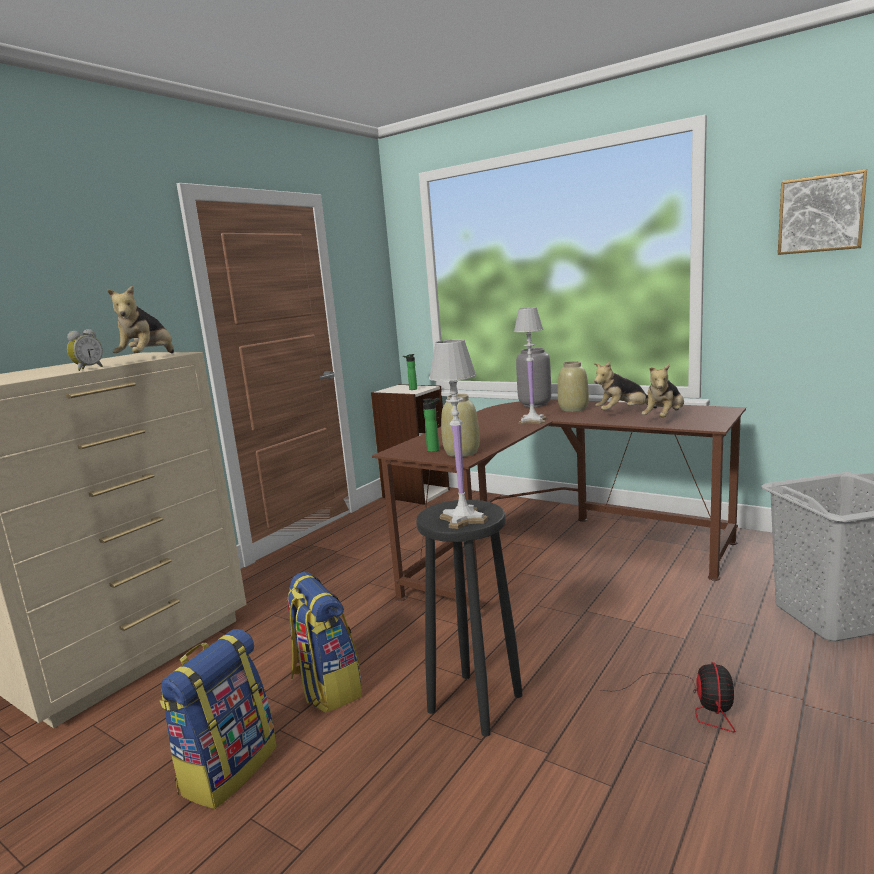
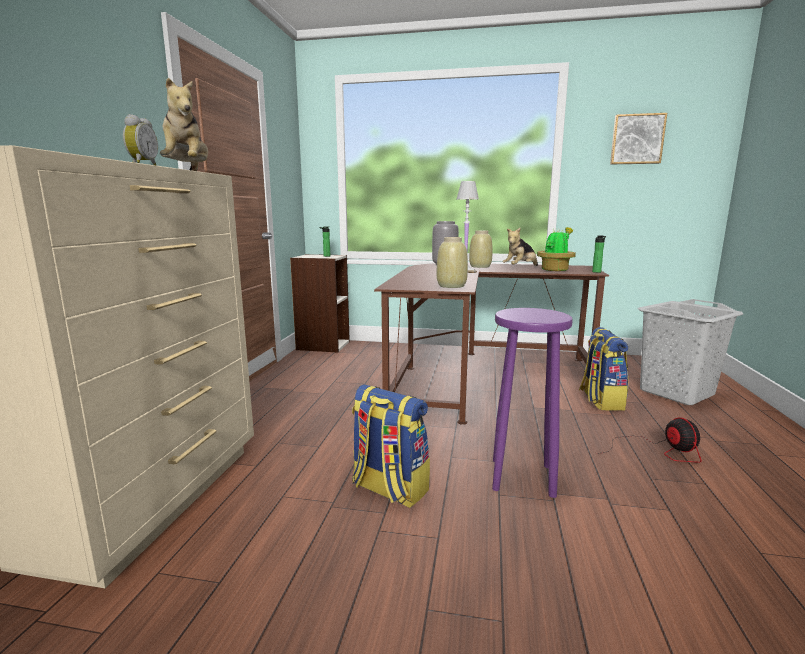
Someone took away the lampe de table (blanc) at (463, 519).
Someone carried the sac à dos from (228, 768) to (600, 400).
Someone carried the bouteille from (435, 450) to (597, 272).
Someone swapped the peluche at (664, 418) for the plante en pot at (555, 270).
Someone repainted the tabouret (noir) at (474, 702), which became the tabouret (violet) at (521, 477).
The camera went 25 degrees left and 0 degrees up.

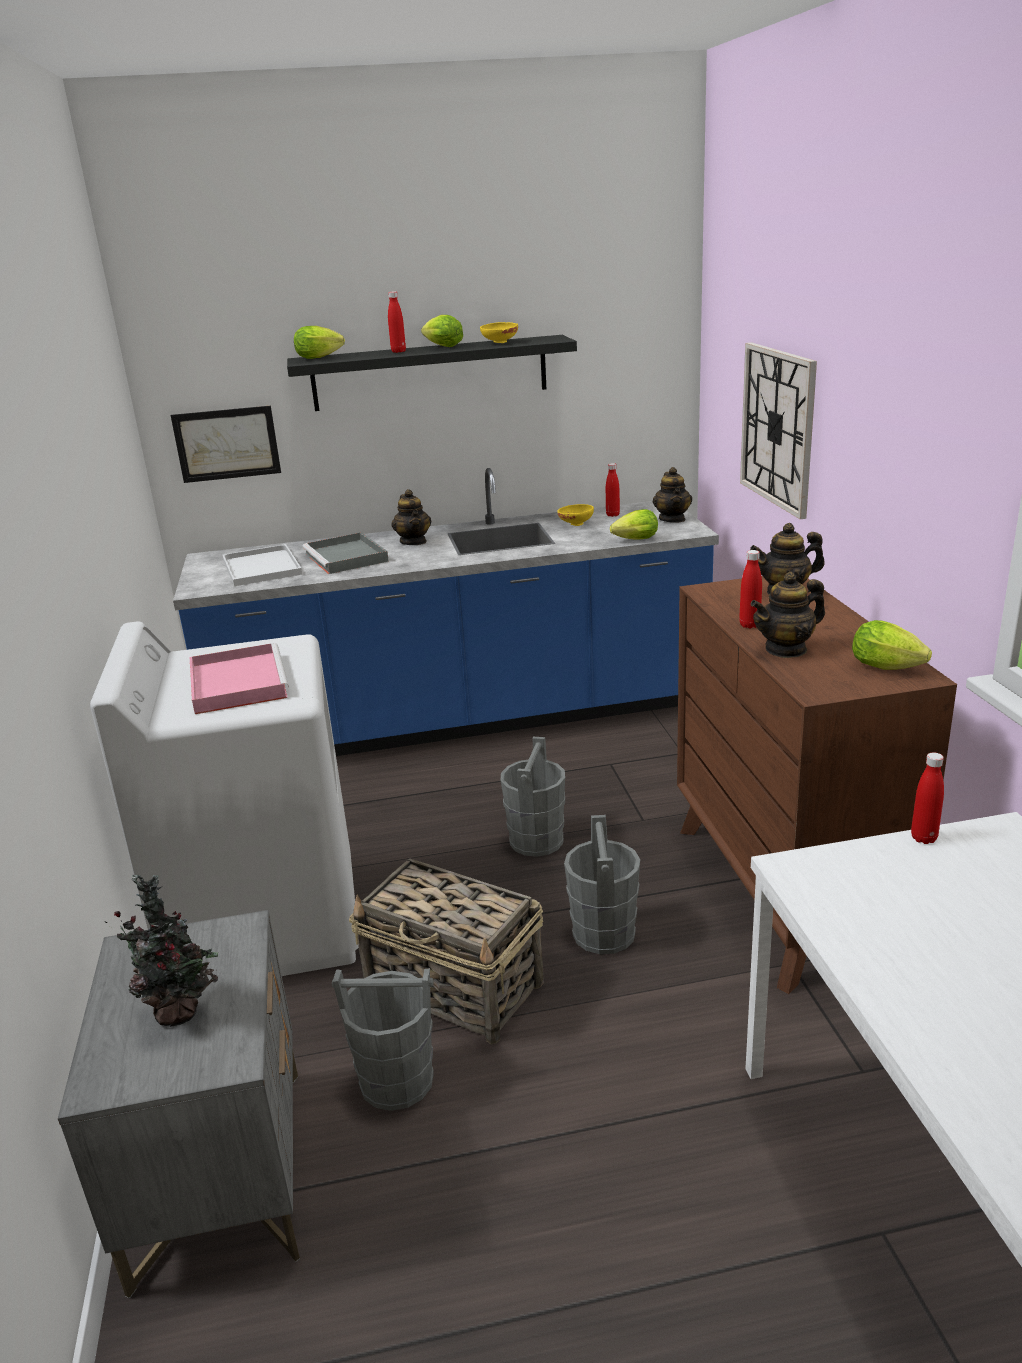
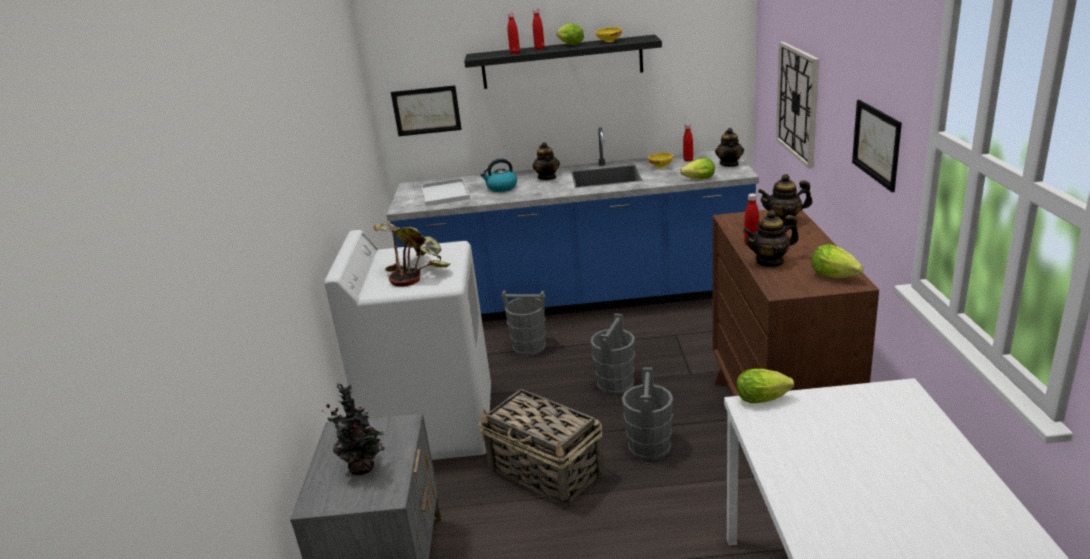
Someone put up the tableau at (876, 144).
Someone carried the laitue from (321, 357) to (765, 399).
Someone carried the seau (gris) from (396, 1080) to (529, 346).
Someone carried the bouteille (rouge) from (923, 838) to (515, 53).
Someone swapped the plateau (rose) at (237, 682) for the plante en pot at (415, 271).
Someone swapped the plateau (gris) at (347, 558) for the bouilloire at (501, 188).
The camera went 10 degrees right and 0 degrees up.

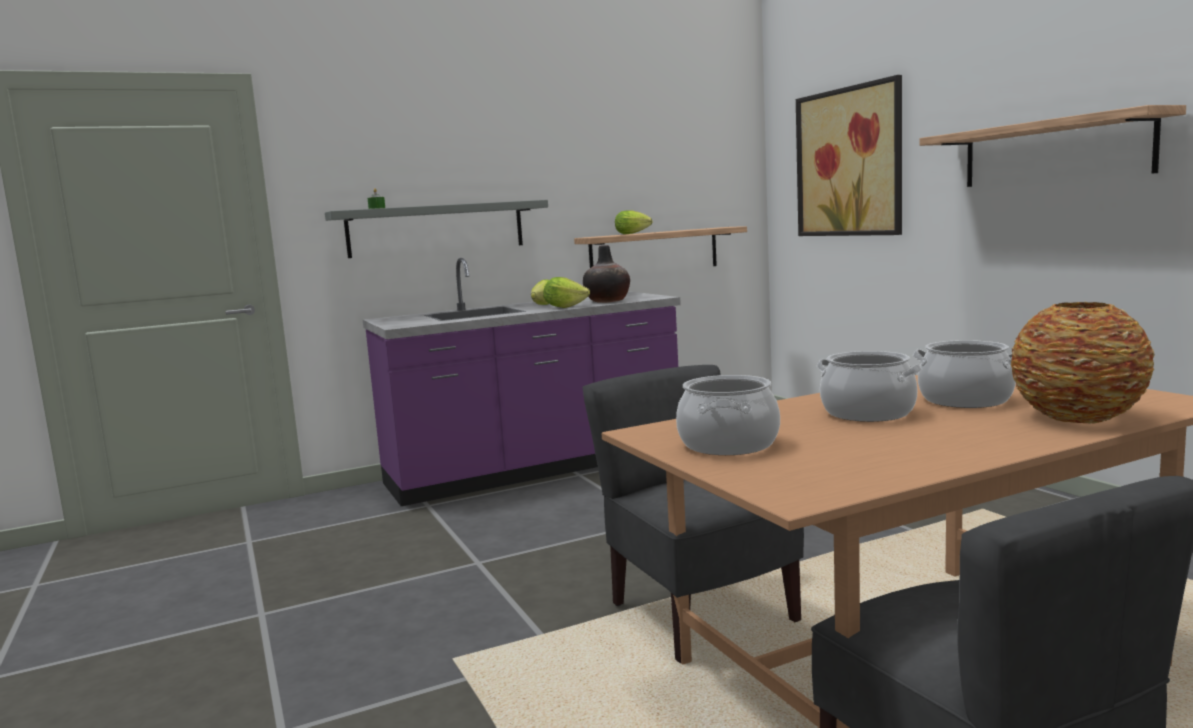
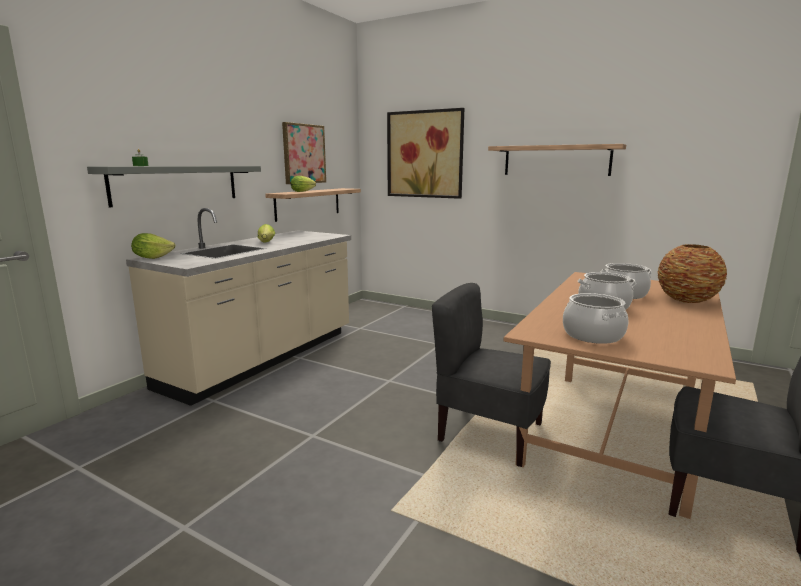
Someone took away the vase at (607, 301).
Someone put up the tableau at (304, 154).
Someone carried the laitue from (565, 307) to (152, 257).
Someone repainted the comptoir de cuisine (violet) at (536, 469), which became the comptoir de cuisine (beige) at (263, 358).
The camera went 35 degrees left and 5 degrees up.

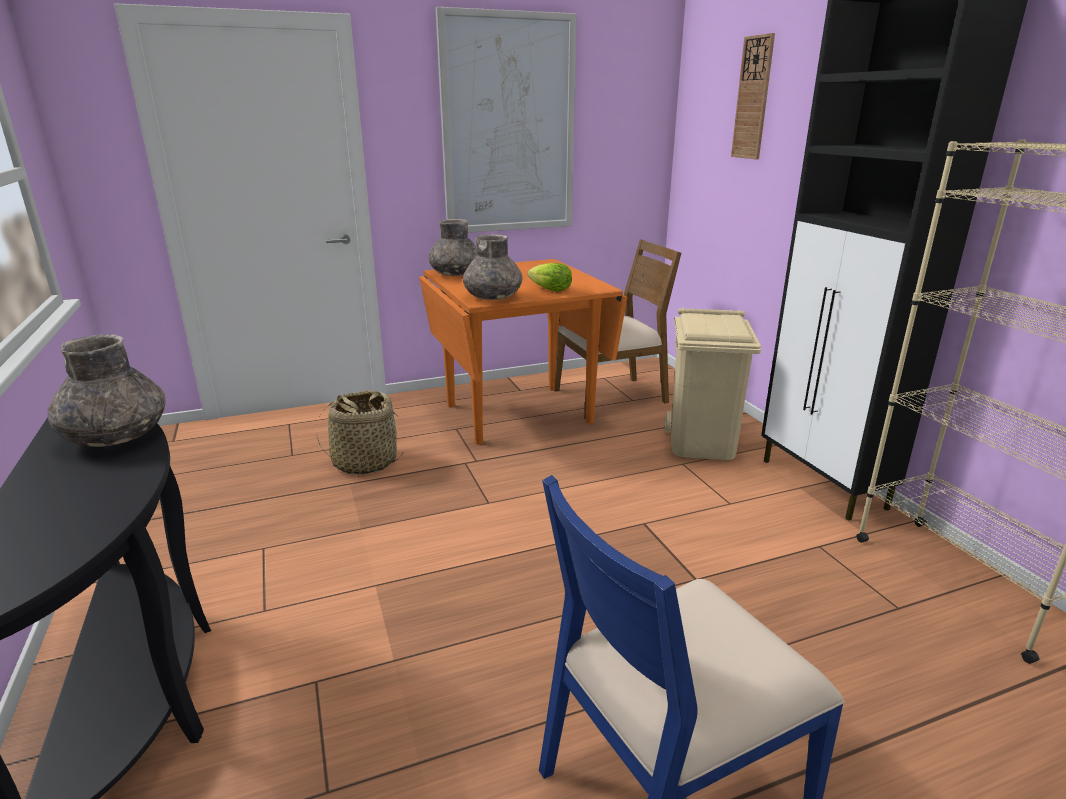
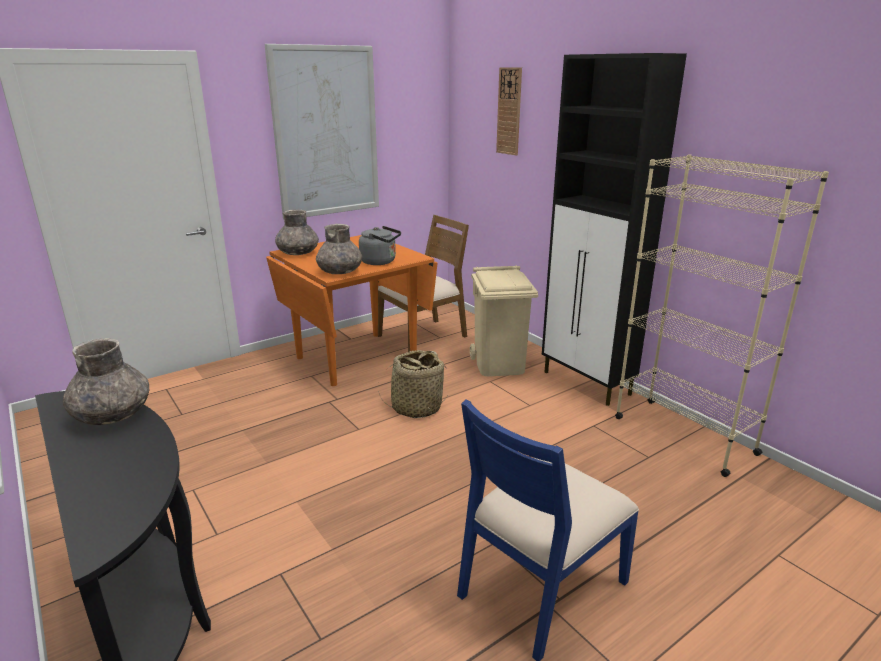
Someone carried the panier from (364, 462) to (416, 407).
Someone swapped the laitue at (550, 290) for the bouilloire (gris) at (380, 262).
The camera went 15 degrees left and 0 degrees up.

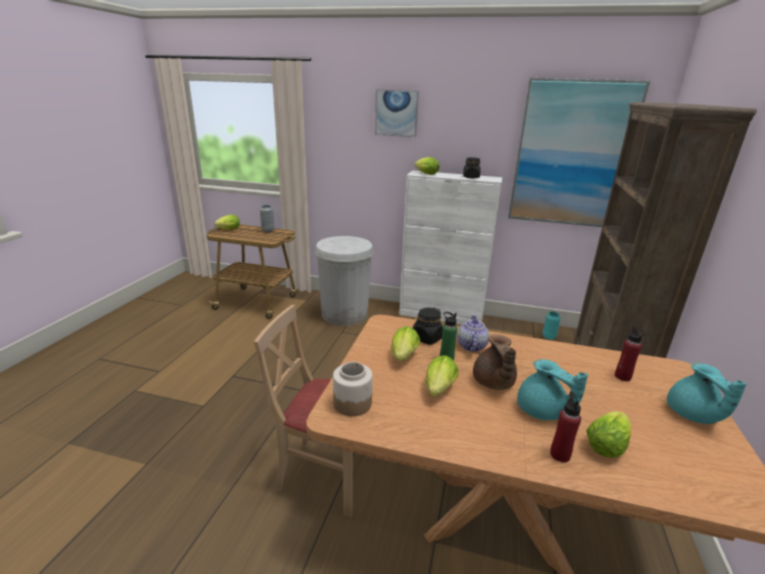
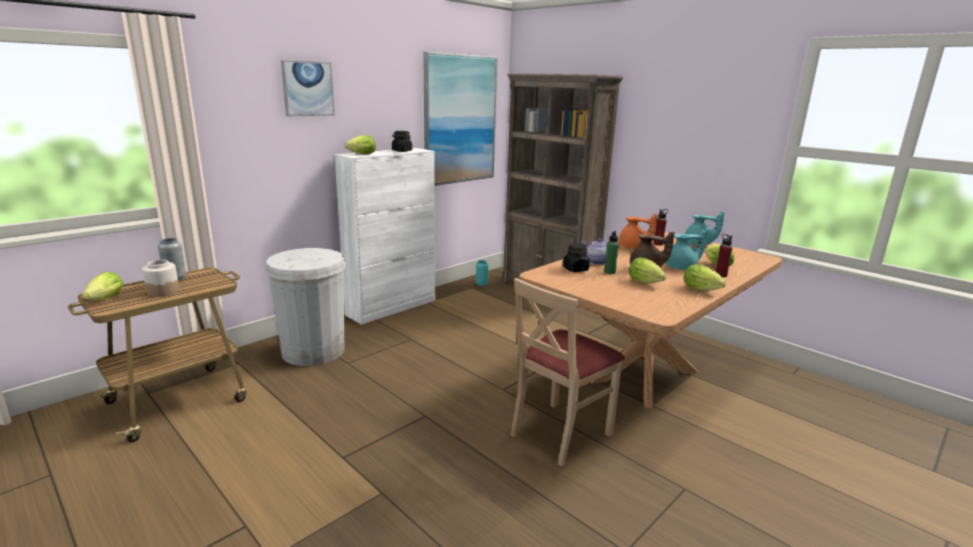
Someone put down the théière (orange) at (633, 247).
Someone carried the bocal from (352, 403) to (163, 291).
Someone carried the laitue from (403, 358) to (703, 290).
The camera went 60 degrees left and 5 degrees down.

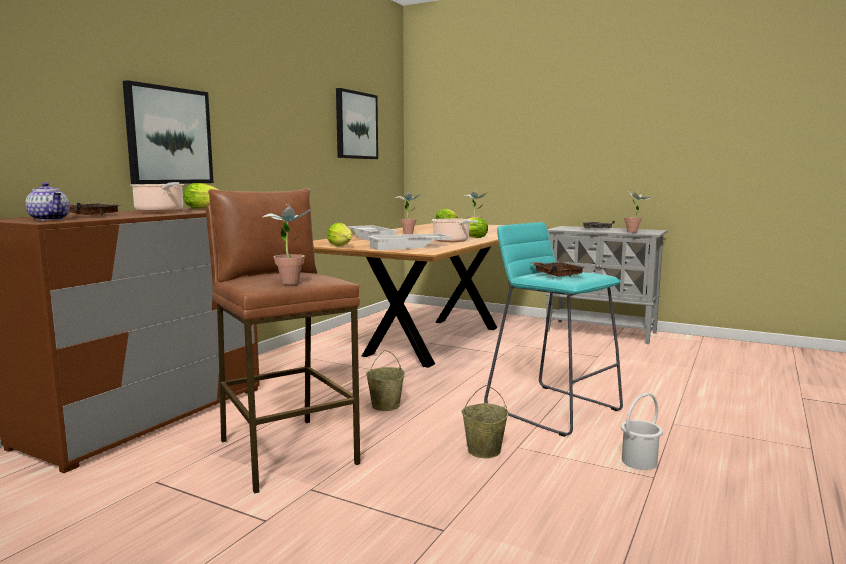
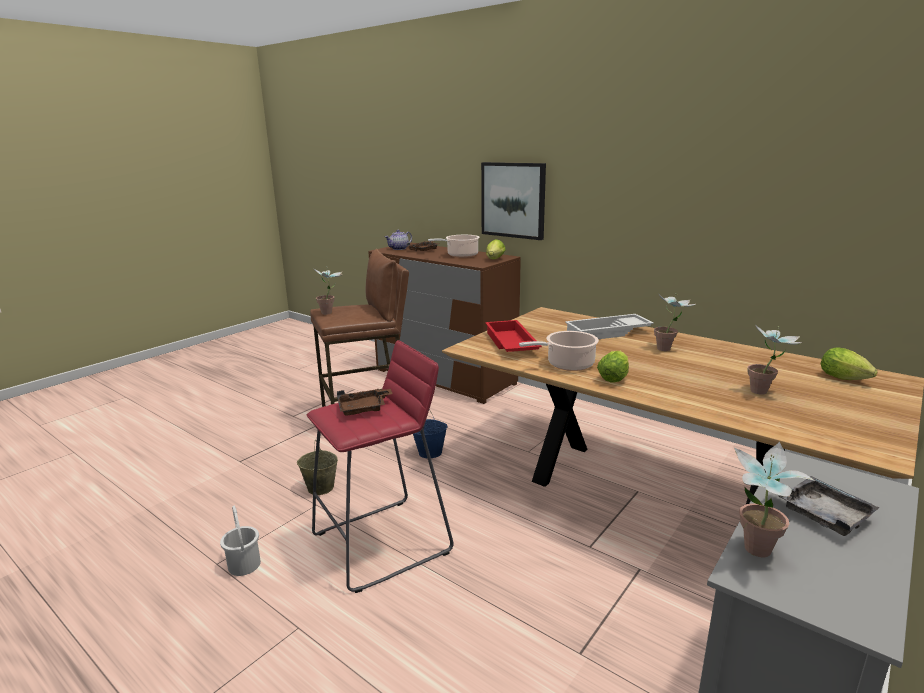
Someone took away the laitue at (342, 246).
Someone took away the tableau at (356, 125).
Someone repainted the seau (beige) at (385, 405), which became the seau (bleu) at (430, 452).
Someone repainted the plateau (blanc) at (409, 247), which became the plateau (rouge) at (510, 344).
Someone repainted the tabouret (turquoise) at (552, 408), which became the tabouret (rouge) at (383, 543).
The camera went 100 degrees right and 10 degrees up.

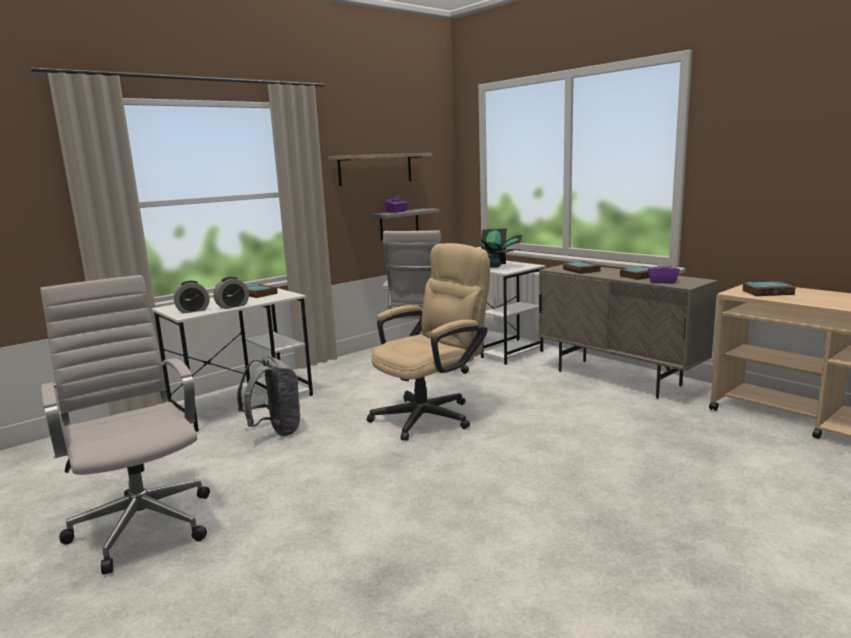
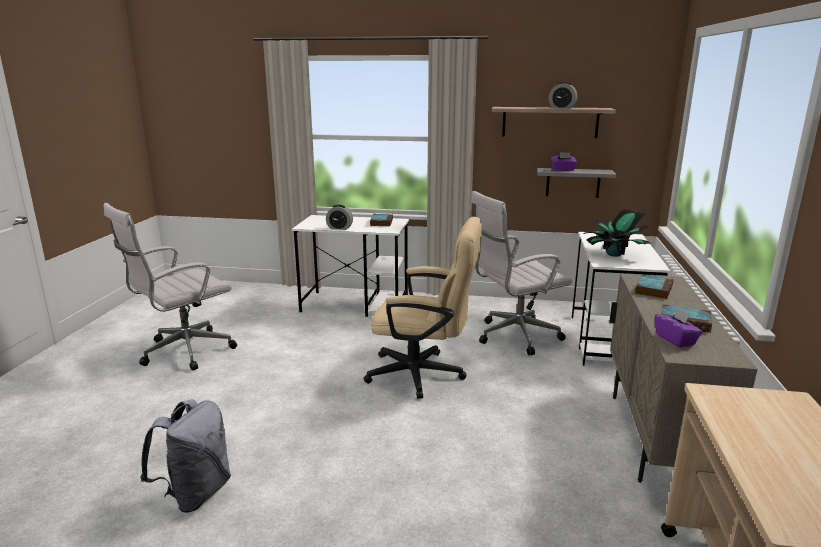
Someone took away the livre at (768, 292).
Someone carried the réveil from (193, 311) to (562, 108).
Someone carried the sac à dos (gris) from (275, 431) to (196, 493).
Someone rotated the chaise de bureau (blanc) at (142, 524) by 150 degrees counterclockwise.
The camera went 50 degrees right and 5 degrees up.

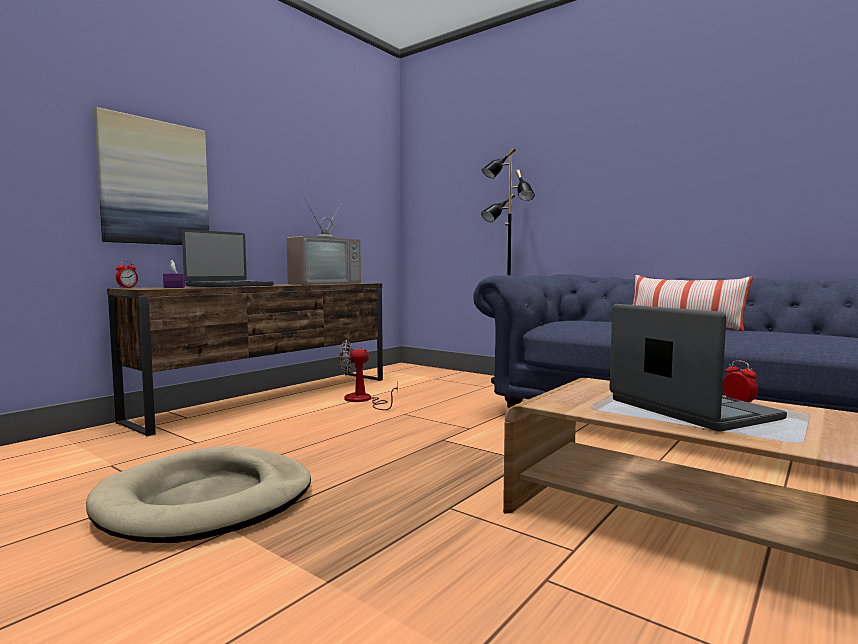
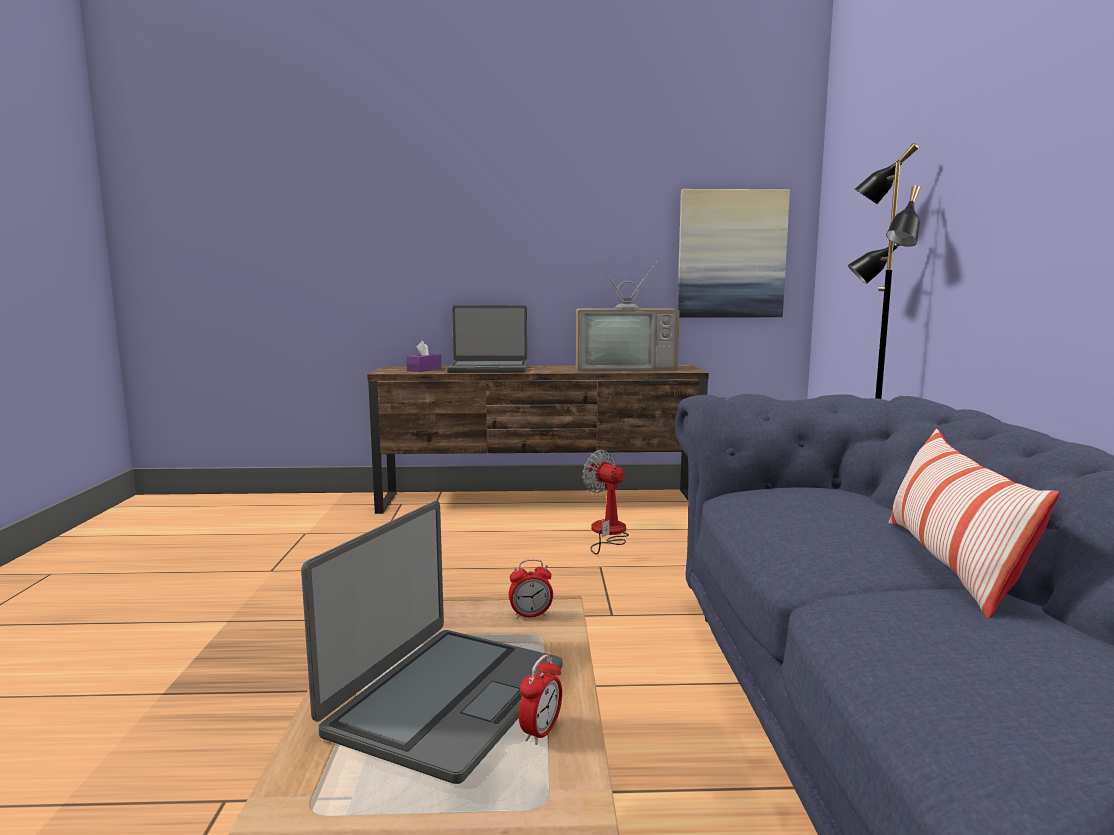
Someone took away the panier pour chien (beige) at (207, 501).
Someone carried the tableau from (155, 183) to (731, 254).
Someone carried the réveil from (127, 287) to (530, 615).
The camera went 50 degrees right and 5 degrees up.

